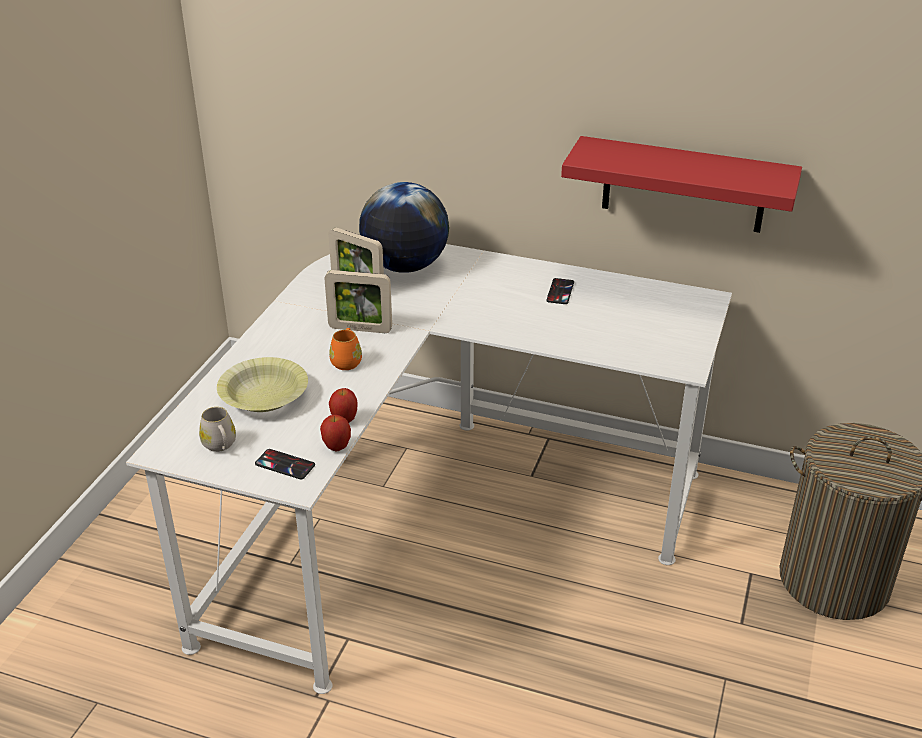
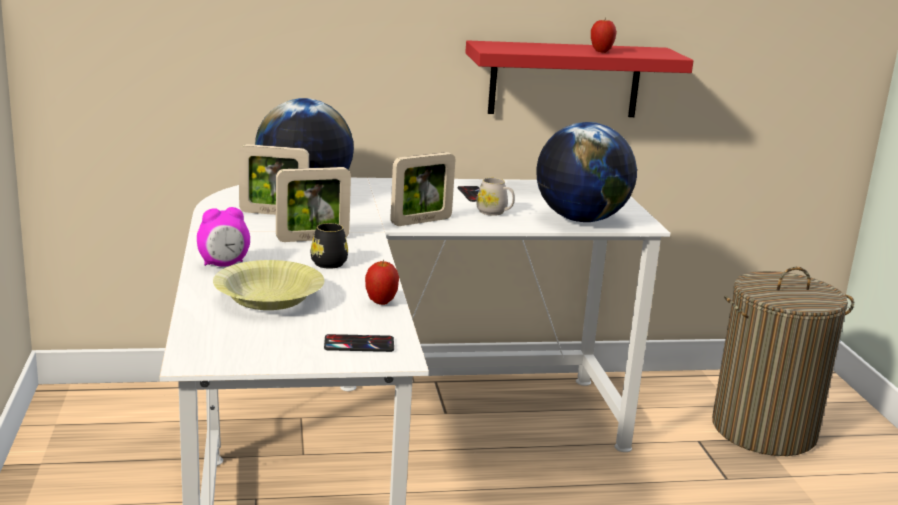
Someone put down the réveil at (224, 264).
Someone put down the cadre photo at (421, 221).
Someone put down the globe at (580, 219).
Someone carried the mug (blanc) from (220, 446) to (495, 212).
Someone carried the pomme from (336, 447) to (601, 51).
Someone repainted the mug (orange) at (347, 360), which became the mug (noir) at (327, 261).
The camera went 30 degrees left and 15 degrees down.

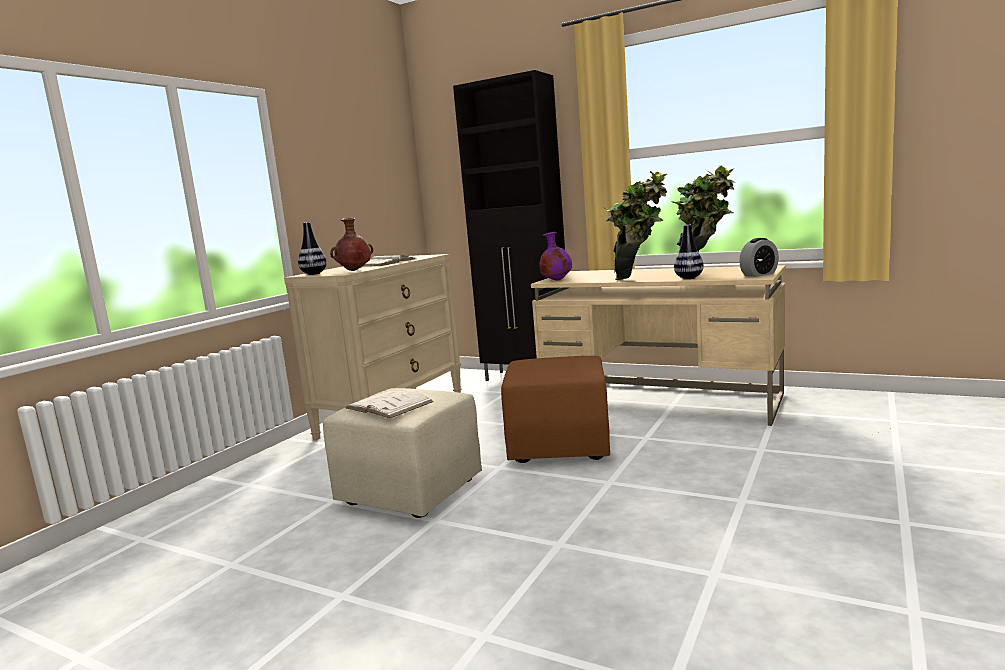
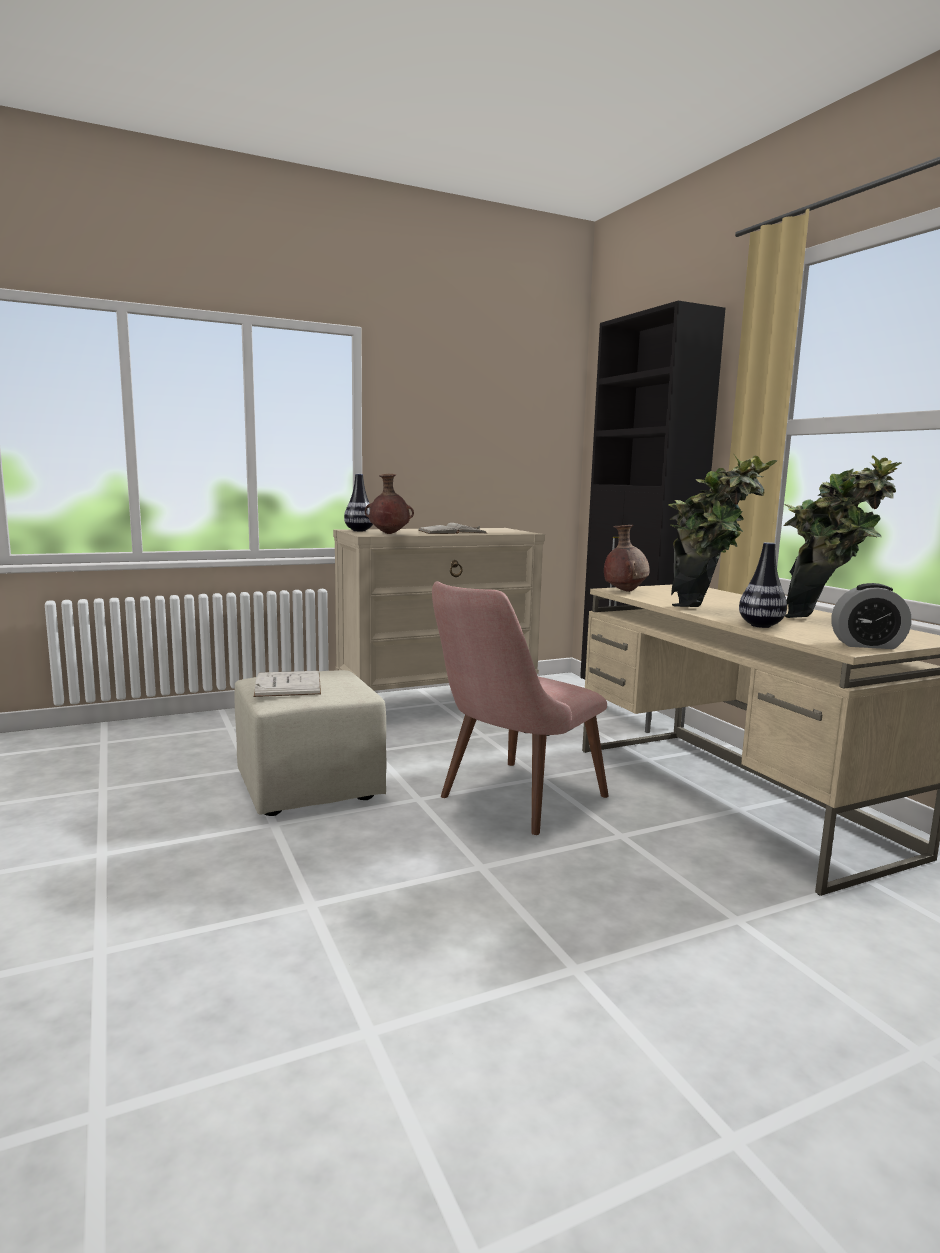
Someone swapped the pouf (marron) at (557, 446) for the chaise (rose) at (510, 802).
Someone repainted the vase (violet) at (556, 280), which became the vase (marron) at (624, 591).
The camera went 35 degrees right and 0 degrees up.

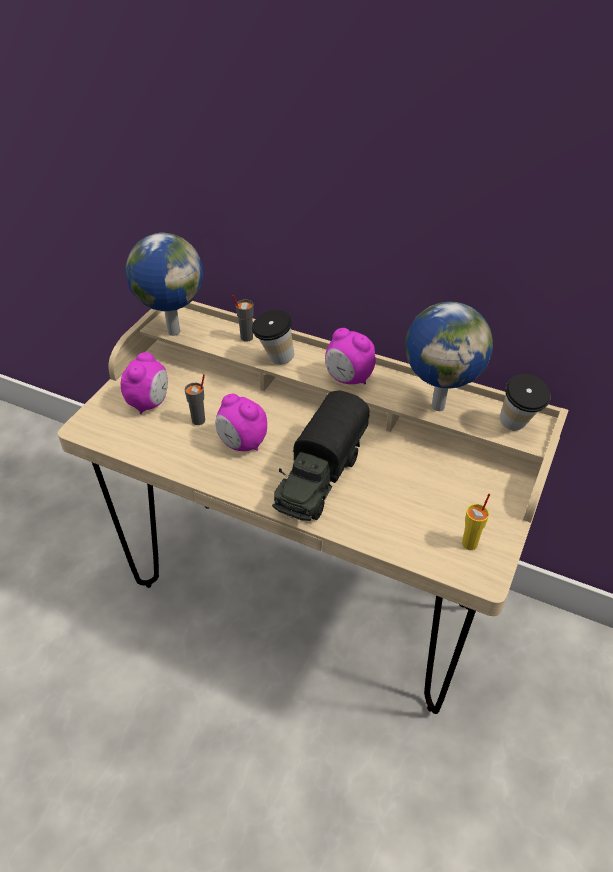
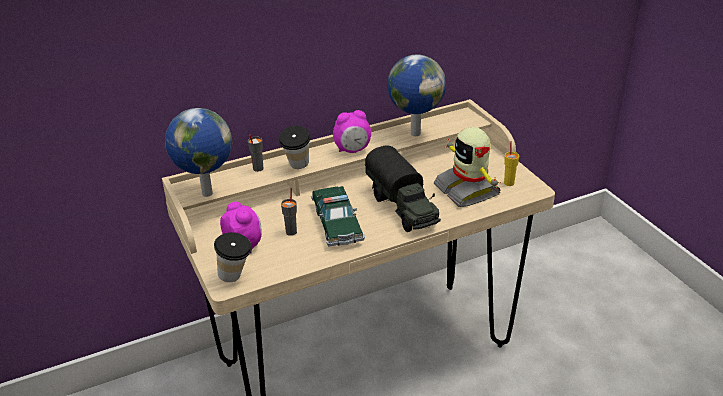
Someone put down the robot jouet at (468, 190).
Someone carried the tasse from (517, 427) to (236, 277).
Someone swapped the réveil at (242, 444) for the petite voiture at (337, 224).
The camera went 50 degrees left and 10 degrees down.

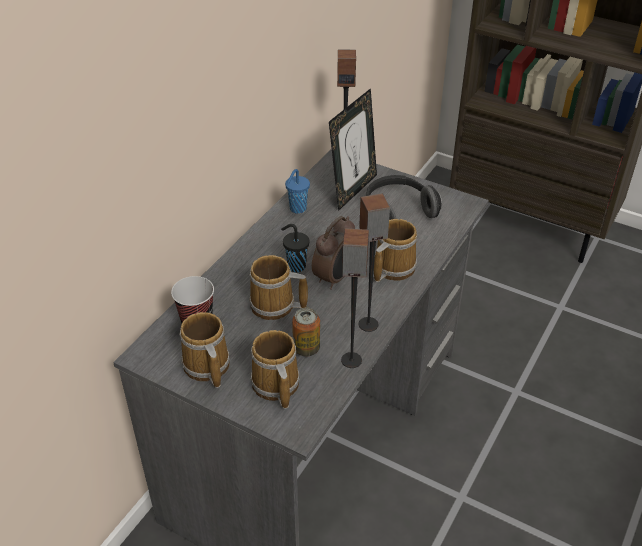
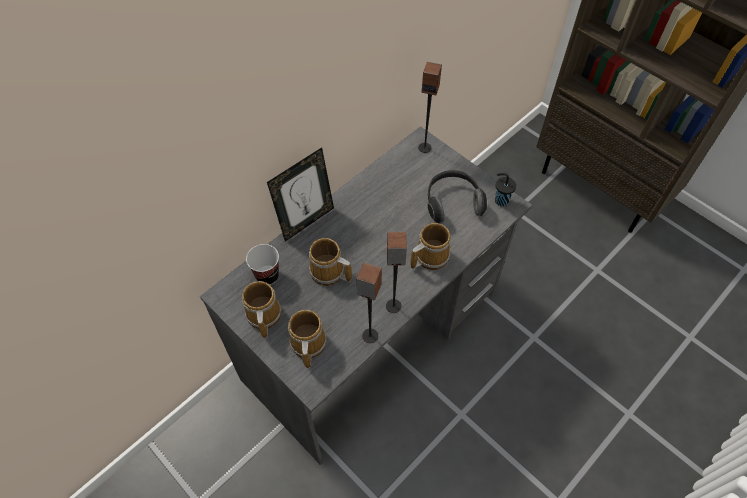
Someone took away the tasse (bleu) at (297, 209).
Someone took away the boîte métallique at (306, 348).
Someone took away the réveil at (335, 278).
Someone carried the tasse (noir) from (295, 266) to (500, 200).
Someone carried the cadre photo from (353, 190) to (306, 221).
The camera went 15 degrees right and 15 degrees up.

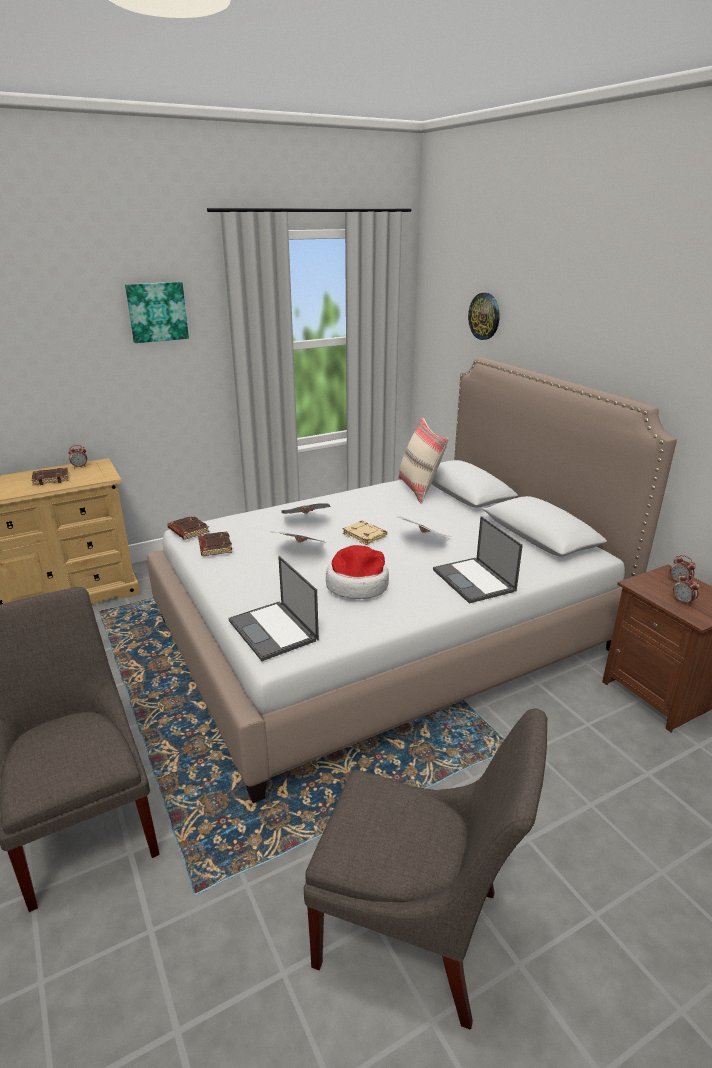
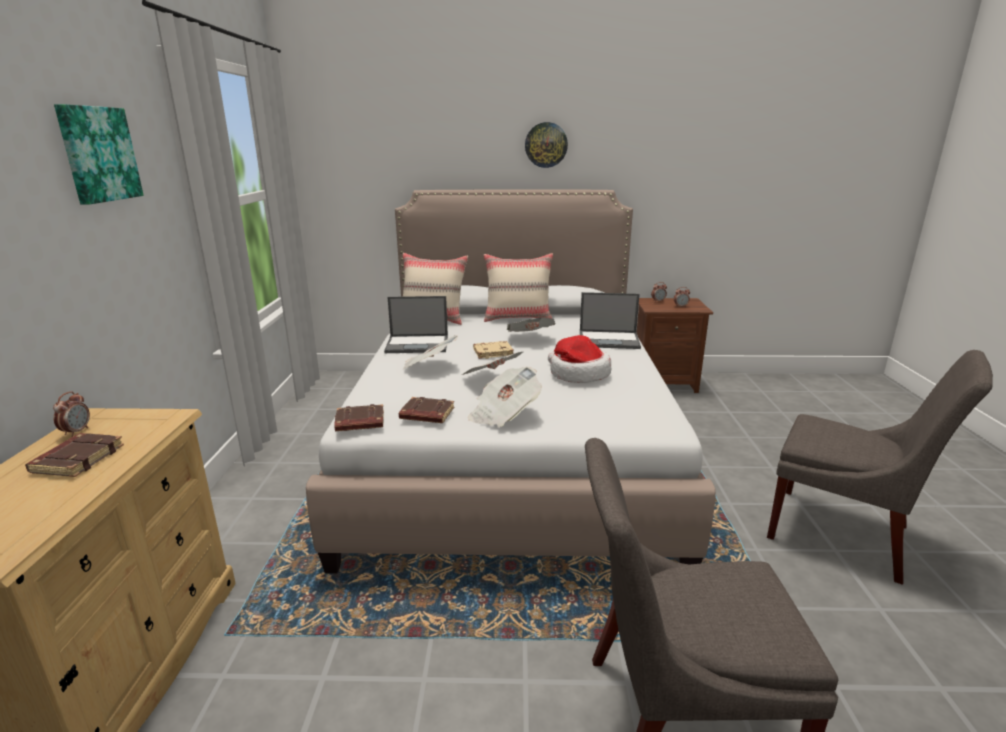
Someone put down the journal at (503, 414).
Someone put down the coussin (beige) at (518, 318).
Someone carried the ordinateur portable from (274, 631) to (418, 344).
Someone carried the horloge murale from (484, 316) to (546, 145).
Someone rotated the chaise (gris) at (416, 933) by 75 degrees clockwise.
The camera went 60 degrees left and 5 degrees down.

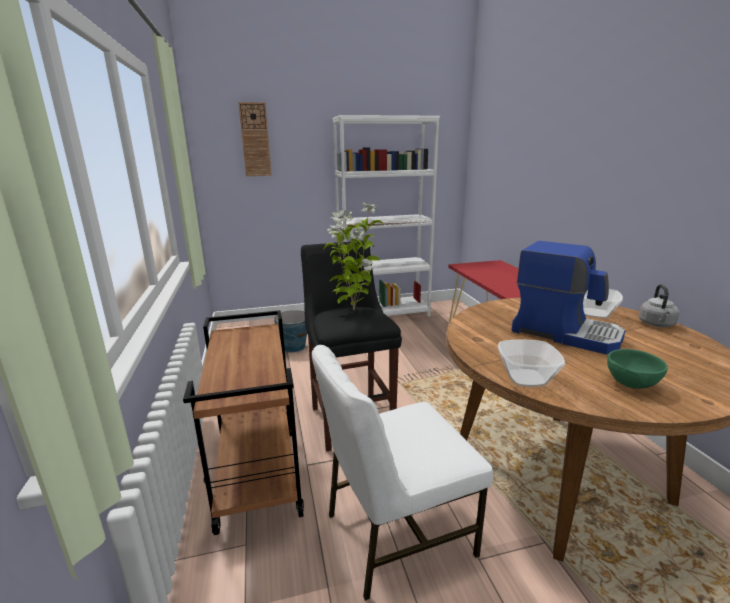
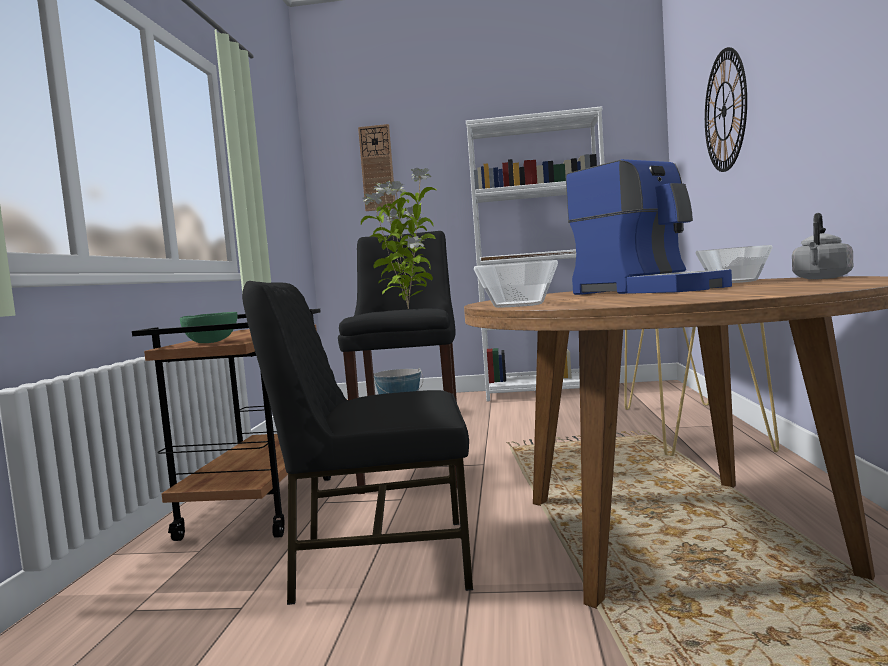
Someone put up the horloge murale at (724, 111).
Someone carried the bol (vert) from (630, 383) to (211, 342).
Someone repainted the chaise (blanc) at (396, 532), which became the chaise (noir) at (379, 560).
The camera went 20 degrees right and 15 degrees down.

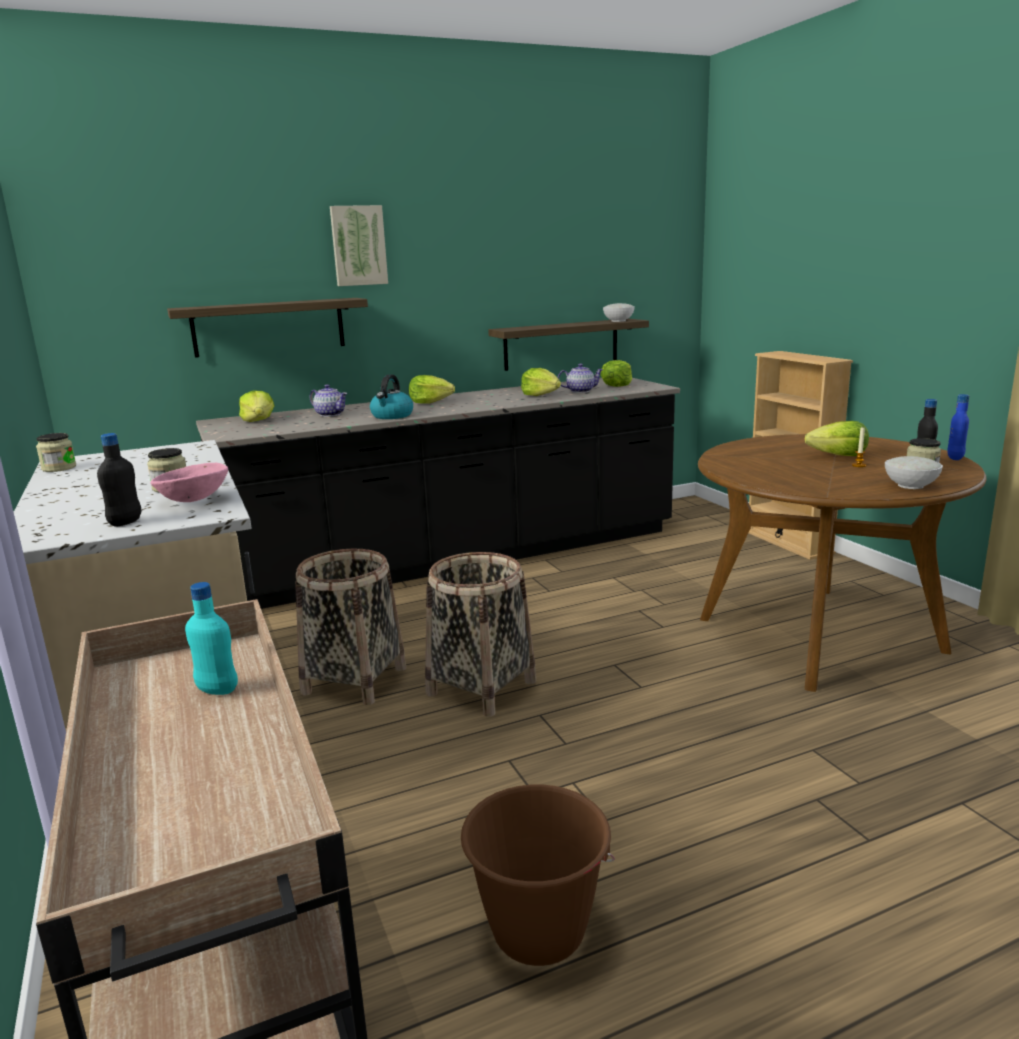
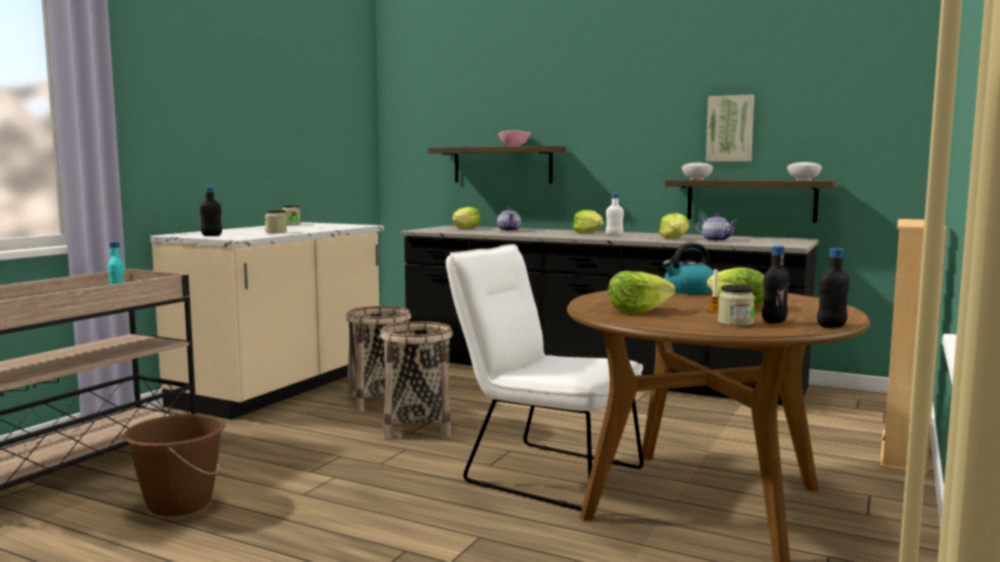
Someone put down the chaise (blanc) at (543, 472).
Someone put down the bouteille (blanc) at (614, 236).
Someone carried the bol (rose) from (193, 500) to (514, 146).
Someone carried the tableau from (358, 246) to (730, 128).
Someone carried the bouilloire from (392, 416) to (689, 291).
Someone carried the laitue from (617, 385) to (637, 310).
Someone carried the bol (blanc) from (911, 486) to (696, 179).
Someone repainted the bouteille (bleu) at (955, 458), which became the bouteille (noir) at (831, 326).
The camera went 50 degrees right and 10 degrees down.

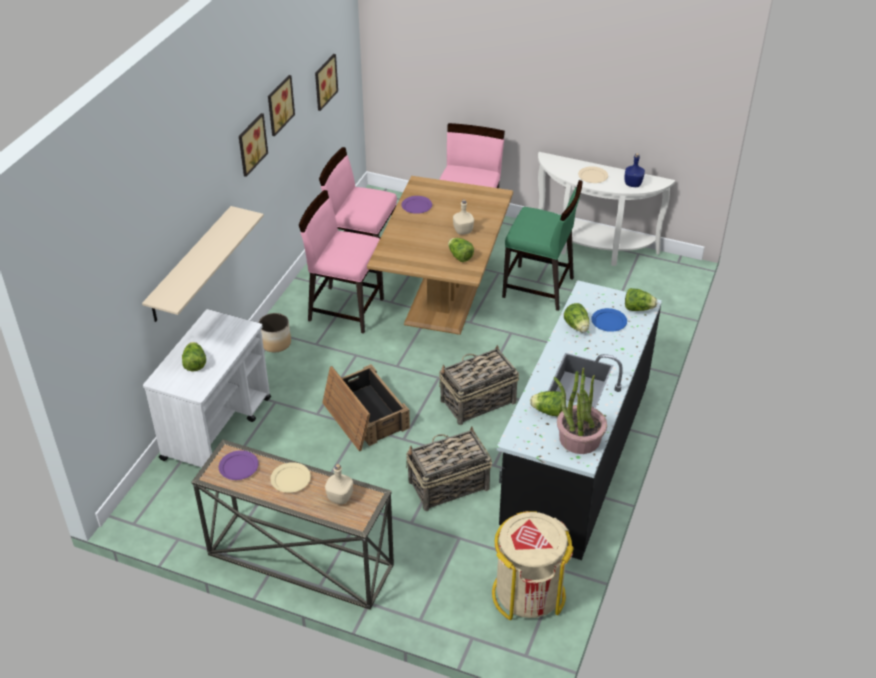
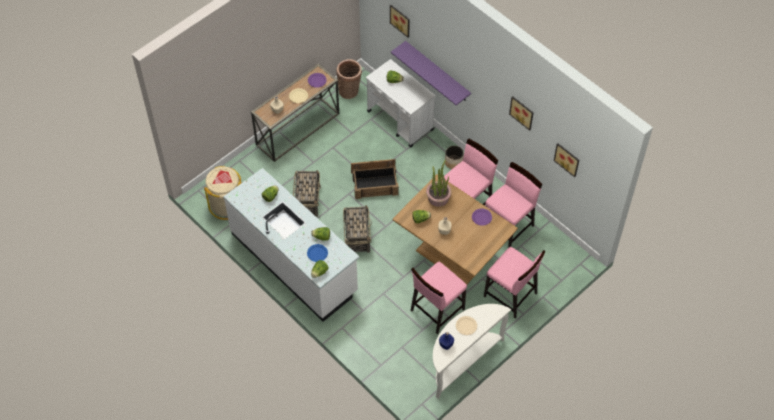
Someone put down the panier at (350, 91).
Someone carried the tableau from (250, 144) to (400, 20).
Someone carried the plante en pot from (579, 439) to (438, 197).
Someone repainted the étagère (beige) at (190, 265), which became the étagère (violet) at (437, 72).
Someone repainted the comptoir de cuisine (noir) at (574, 455), which became the comptoir de cuisine (blanc) at (294, 262).
Someone repainted the chaise (vert) at (539, 288), which became the chaise (rose) at (436, 310).
The camera went 115 degrees right and 15 degrees up.

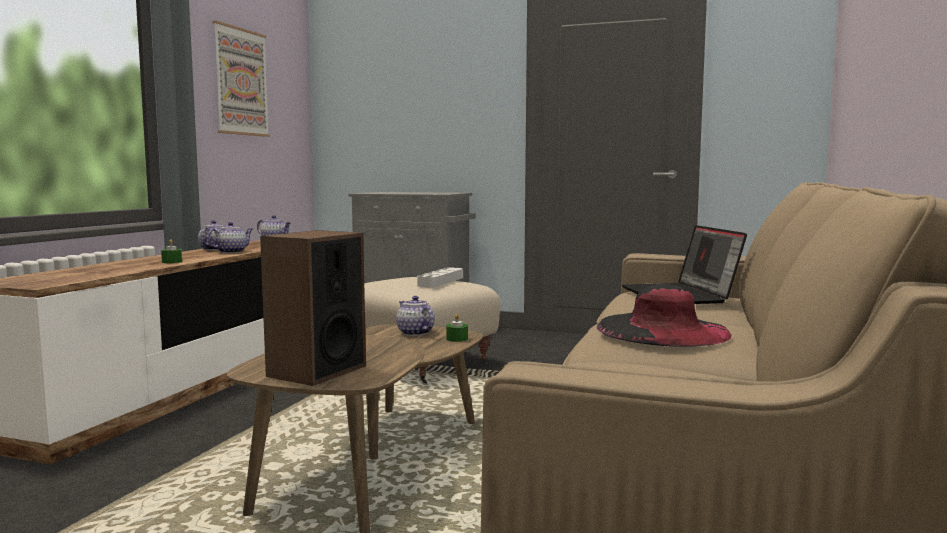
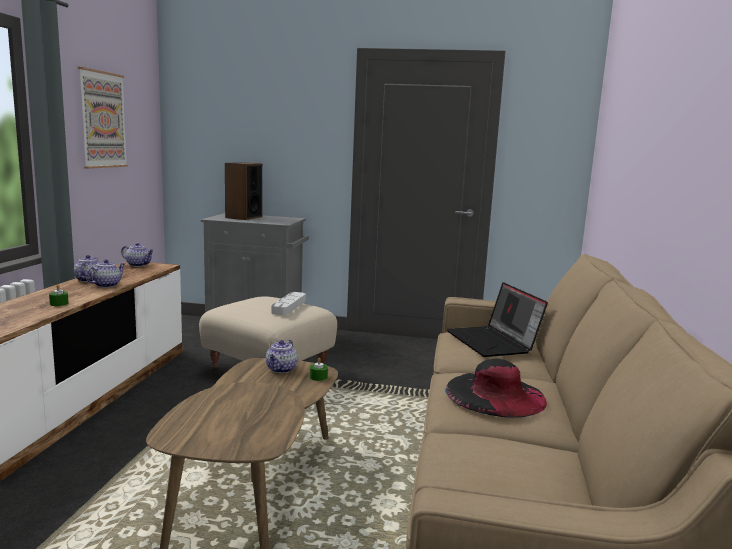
Someone carried the enceinte from (316, 371) to (243, 217).
Someone rotated the théière at (414, 333) by 120 degrees counterclockwise.
The camera went 10 degrees left and 5 degrees up.

